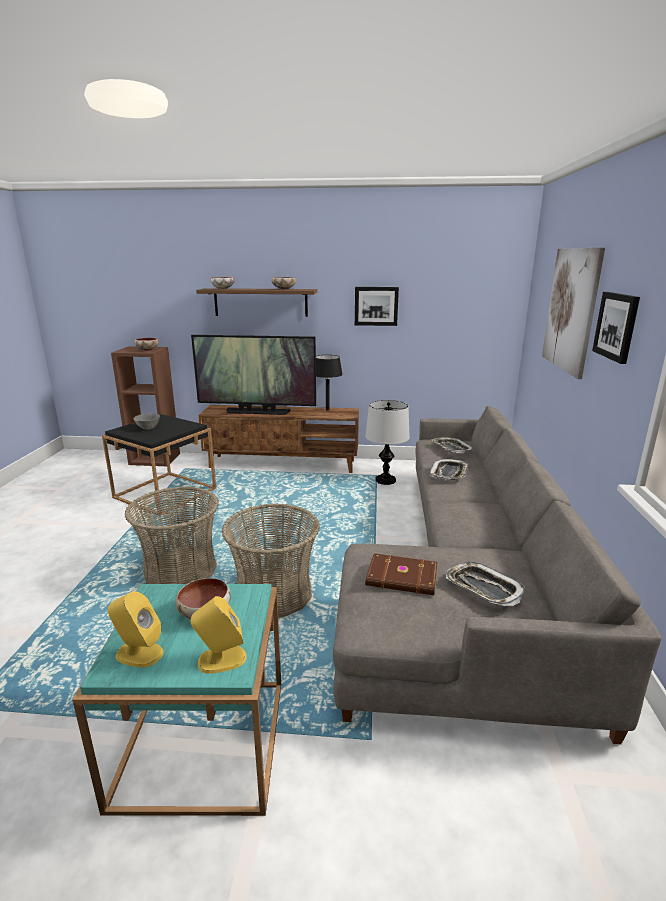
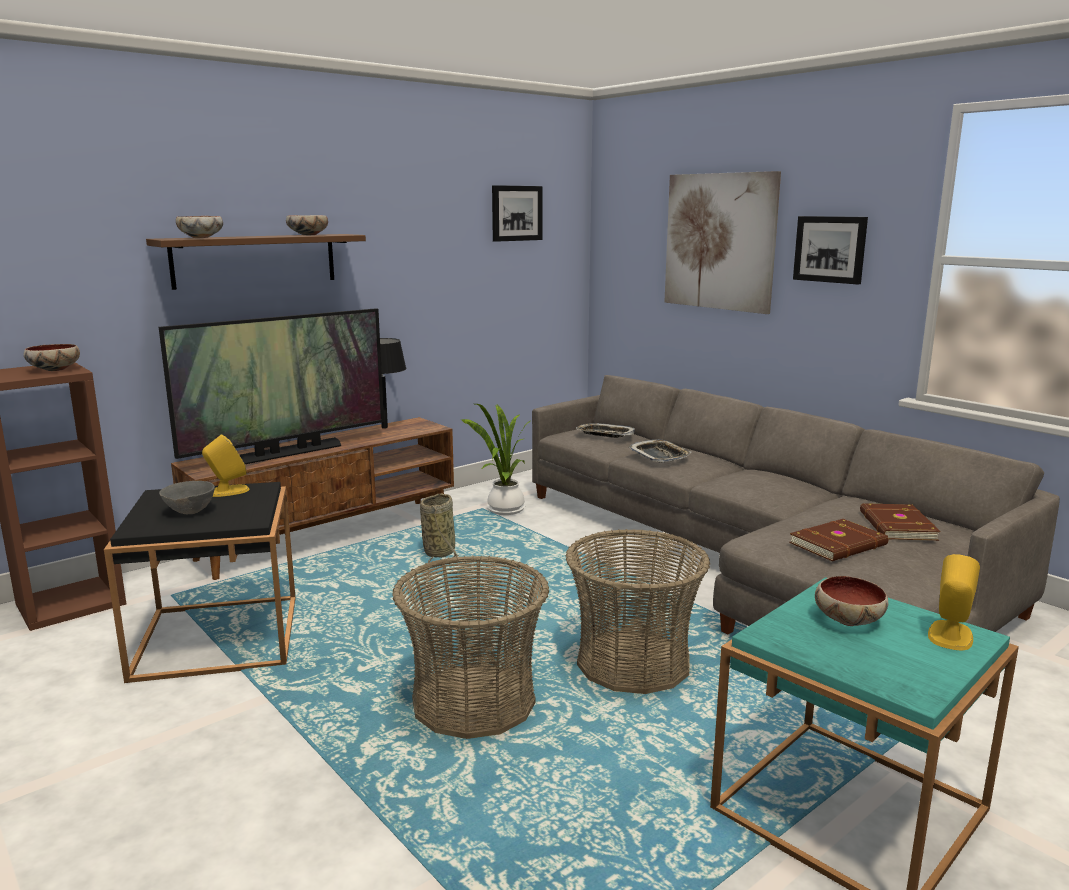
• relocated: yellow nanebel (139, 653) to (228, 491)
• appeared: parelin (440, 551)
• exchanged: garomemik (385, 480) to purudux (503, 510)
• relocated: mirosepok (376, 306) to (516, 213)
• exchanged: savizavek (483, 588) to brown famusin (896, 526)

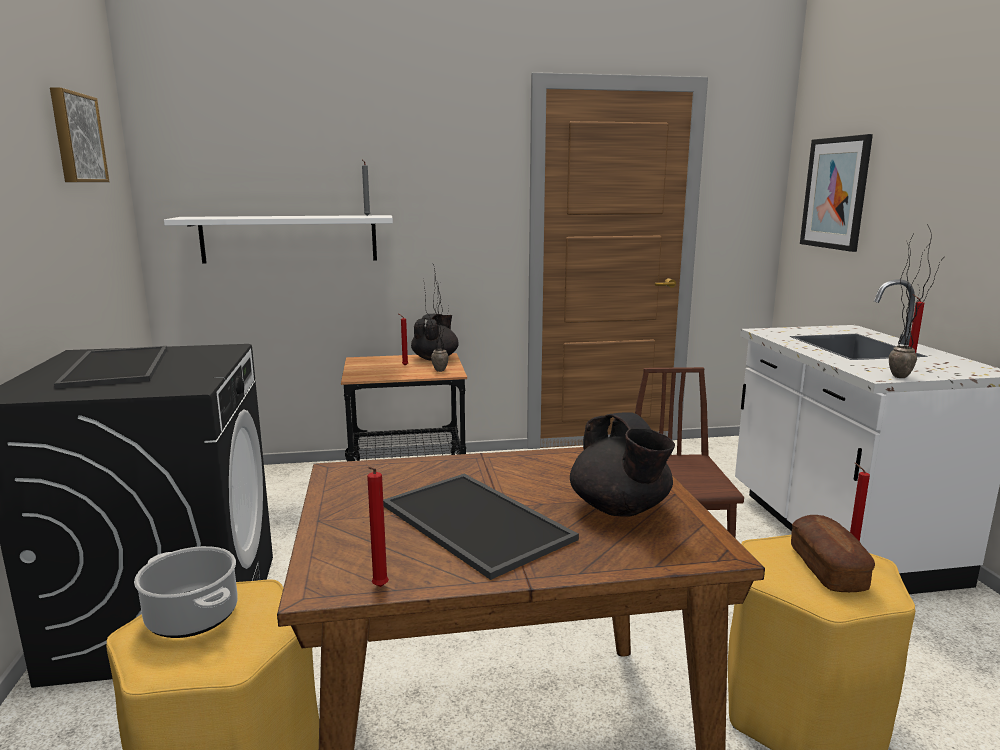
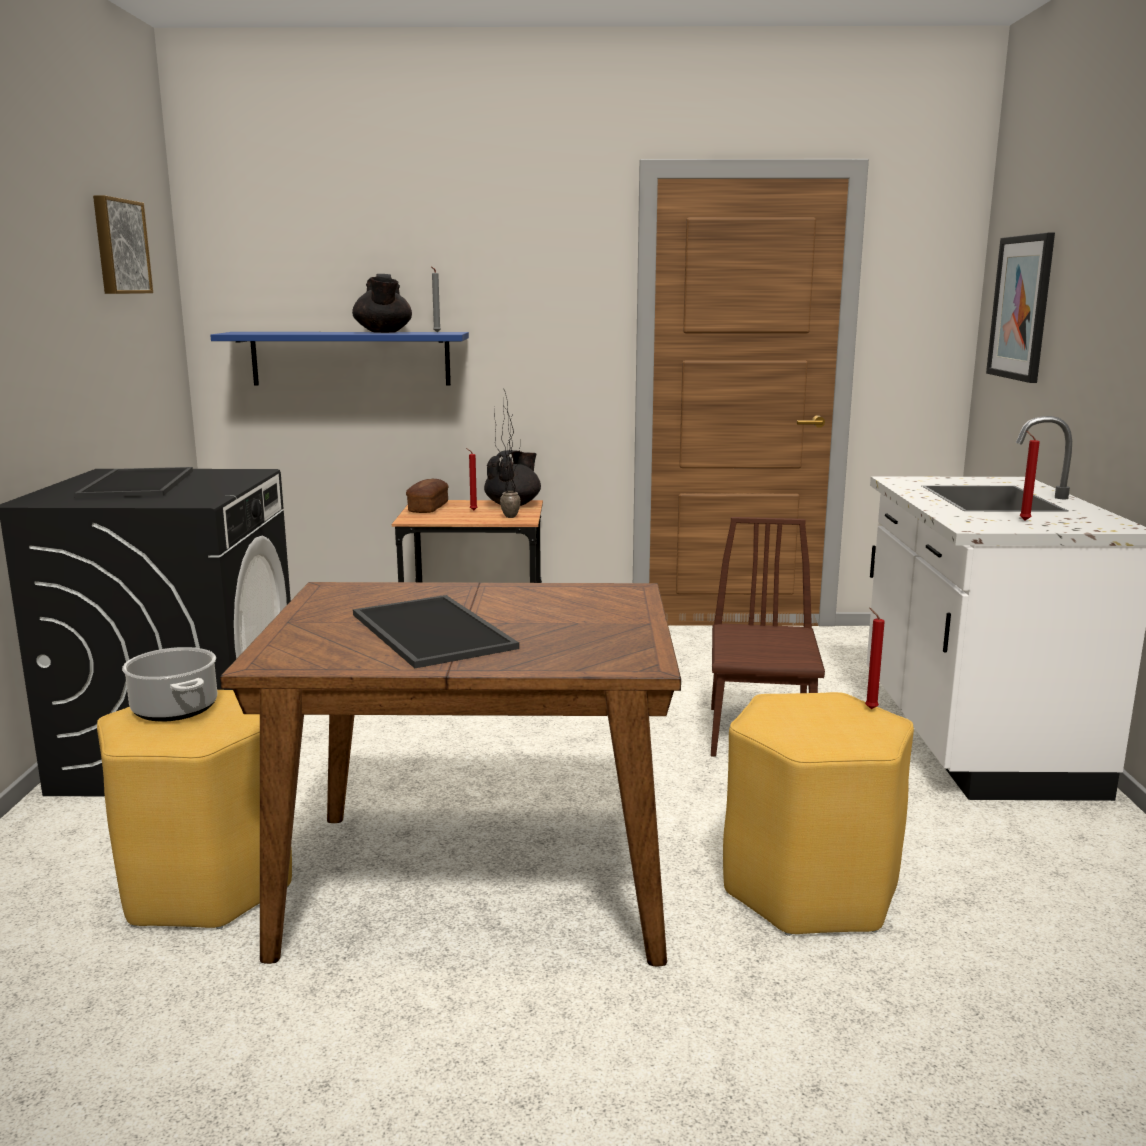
• colour: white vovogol (289, 239) to blue vovogol (351, 358)
• relocated: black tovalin (620, 509) to (383, 332)
• relocated: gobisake (827, 569) to (428, 508)
• missing: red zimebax (379, 588)
• missing: purudux (905, 376)

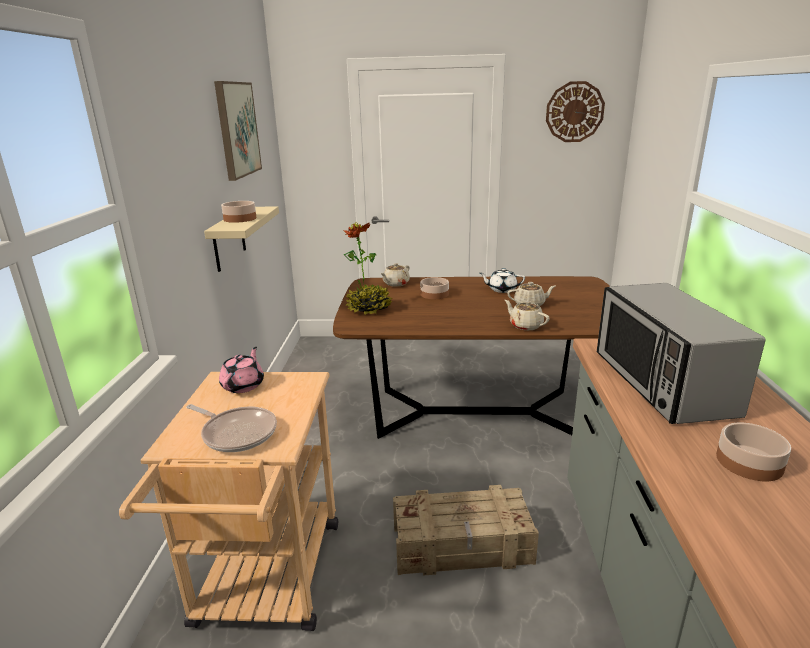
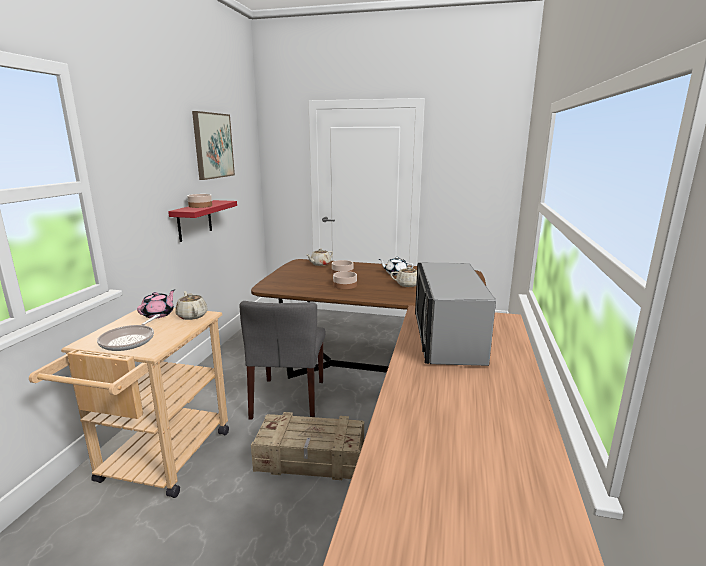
• spun: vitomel (237, 433) = (130, 340) 60 degrees clockwise
• colour: beige vovogol (229, 239) to red vovogol (194, 220)
• relocated: beige tovalin (525, 325) to (192, 315)
• appeared: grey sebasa (289, 399)
• relocated: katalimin (750, 462) to (345, 285)
• missing: purudux (369, 309)
• missing: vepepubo (574, 112)

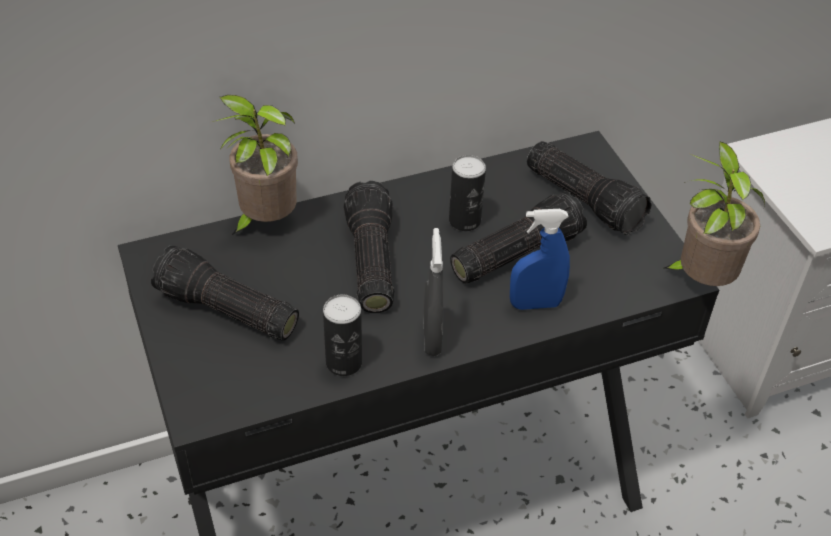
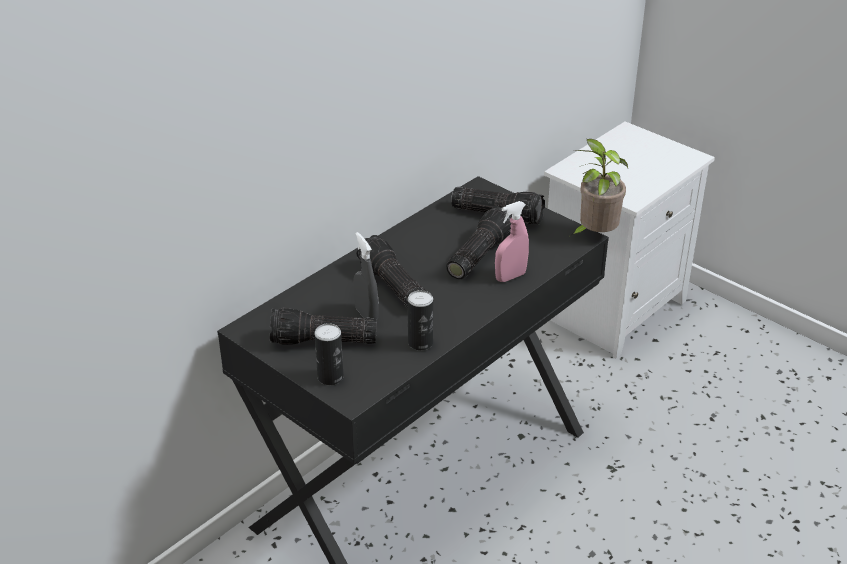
• relocated: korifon (464, 220) to (330, 377)
• relocated: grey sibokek (432, 338) to (366, 315)
• colour: blue sibokek (535, 304) to pink sibokek (510, 277)
• missing: purudux (265, 221)

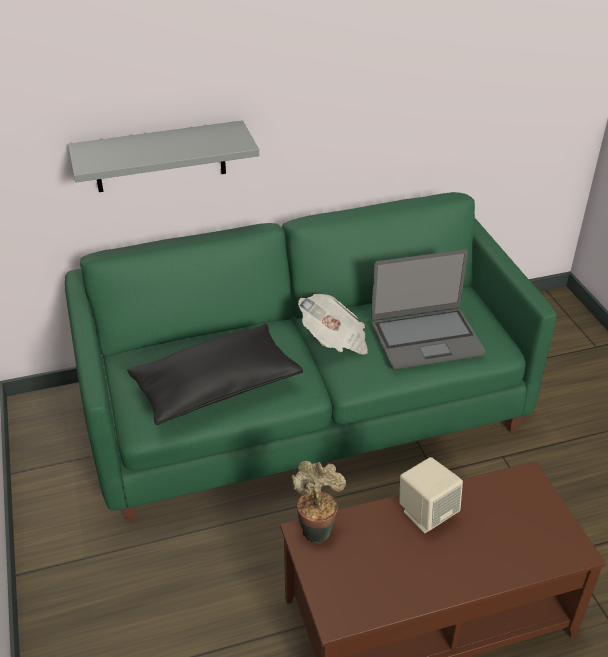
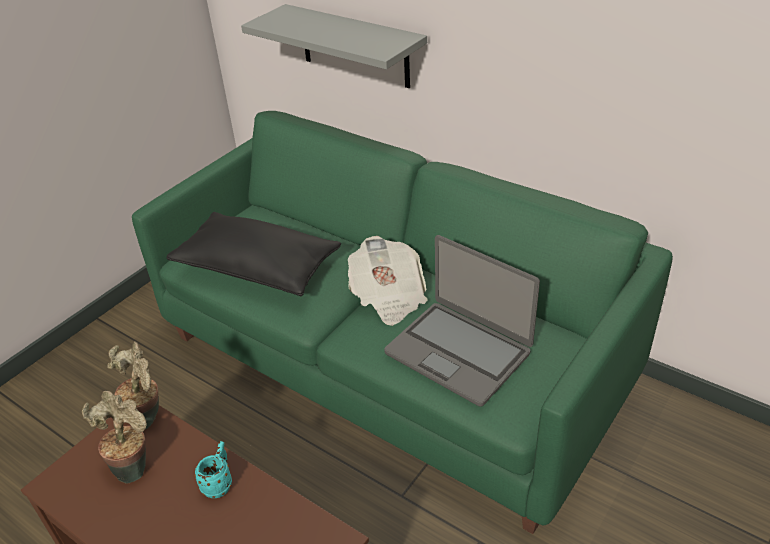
• appeared: purudux (133, 467)
• exchanged: beige nanebel (427, 513) to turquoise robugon (219, 483)

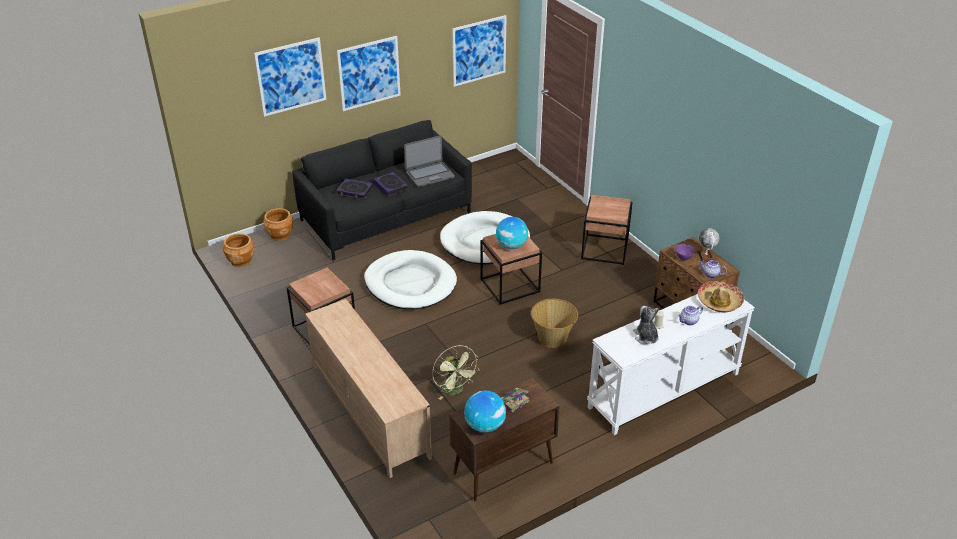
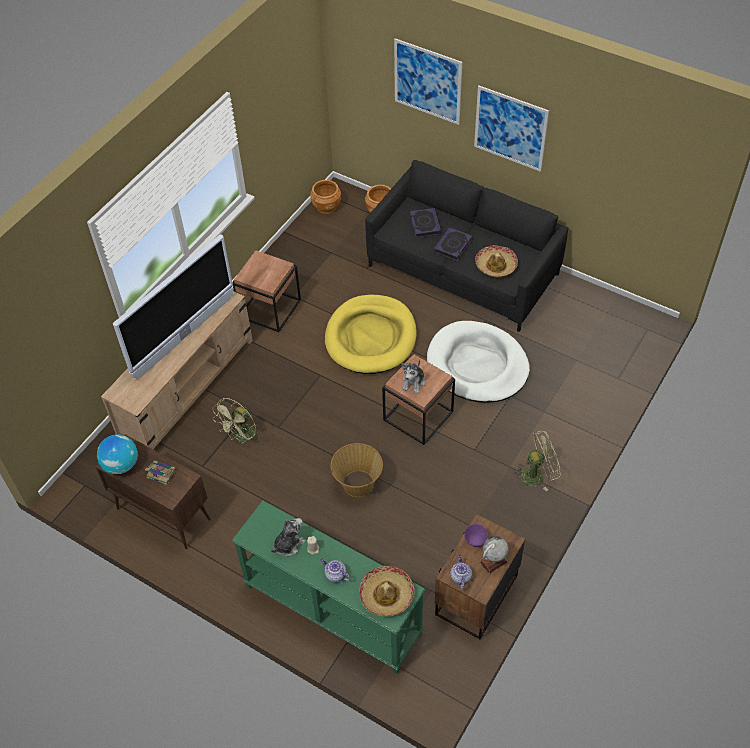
• appeared: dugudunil (184, 336)
• colour: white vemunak (664, 391) to green vemunak (331, 610)
• colour: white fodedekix (410, 283) to yellow fodedekix (371, 337)
• exchanged: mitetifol (511, 246) to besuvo (413, 382)
• exchanged: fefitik (429, 175) to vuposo (496, 265)
• exchanged: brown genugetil (604, 250) to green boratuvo (537, 474)
• missing: mirosepok (479, 50)

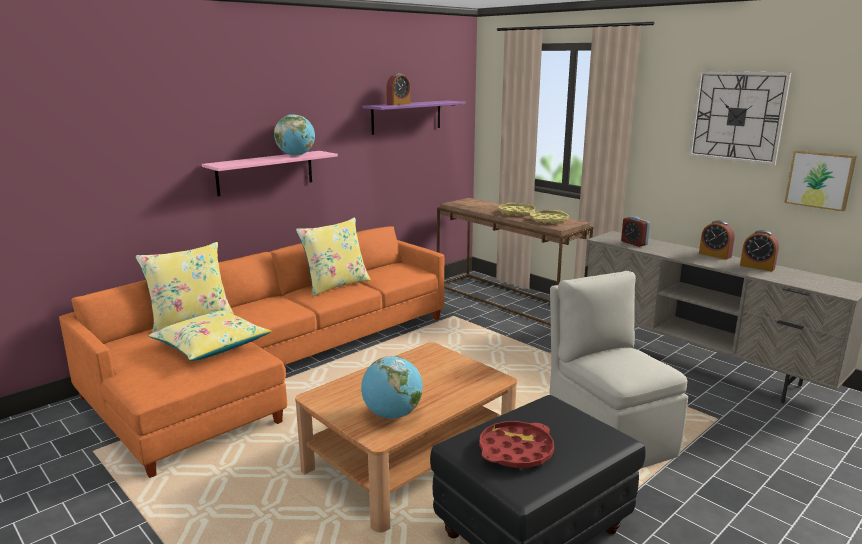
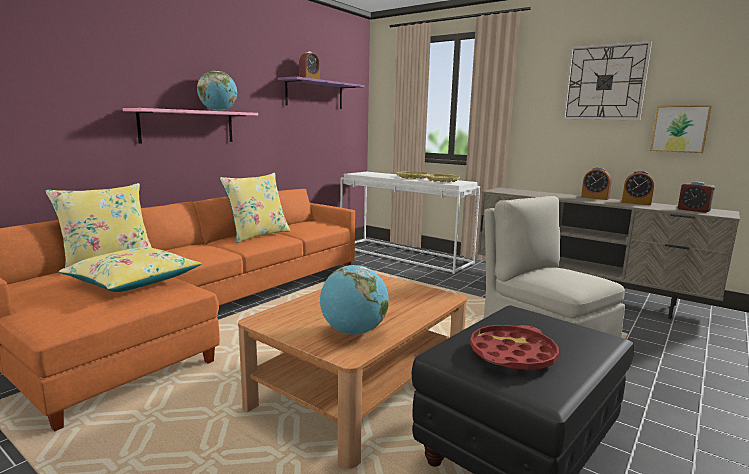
• colour: brown vemunak (508, 300) to white vemunak (405, 255)
• relocated: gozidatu (634, 243) to (693, 210)

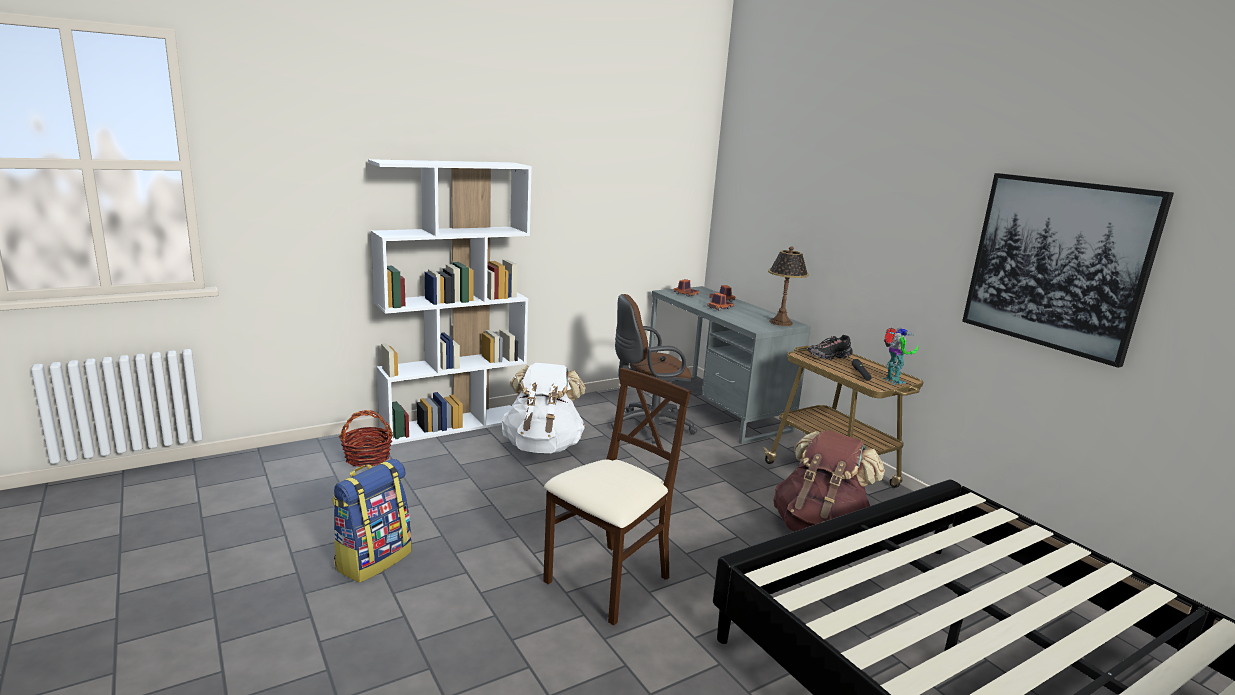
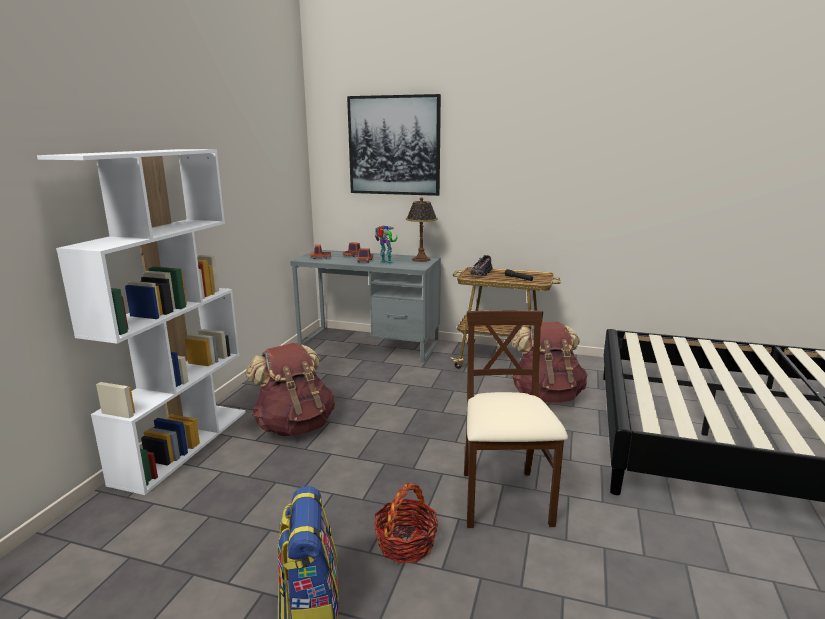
• colour: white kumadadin (543, 446) to brown kumadadin (295, 426)
• relocated: mirosepok (1057, 264) to (394, 145)
• relocated: parelin (367, 458) to (406, 544)
• relocated: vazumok (892, 381) to (386, 263)
• missing: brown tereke (648, 426)

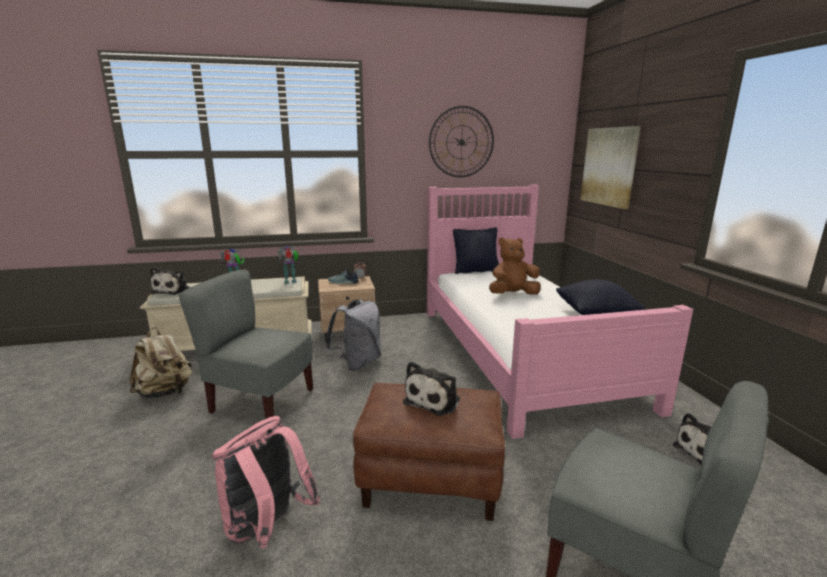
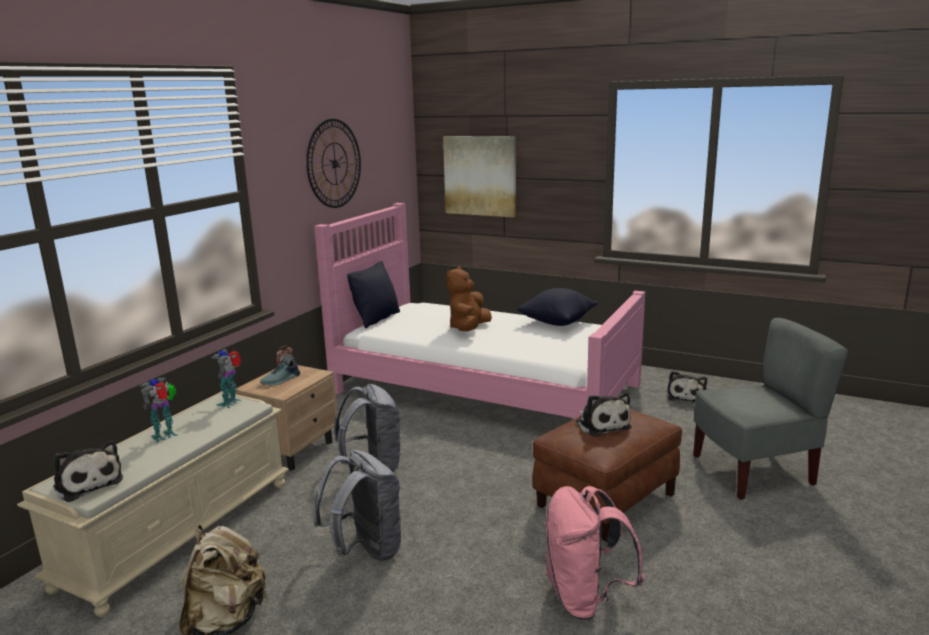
• exchanged: grey sebasa (261, 402) to grey kumadadin (366, 550)

